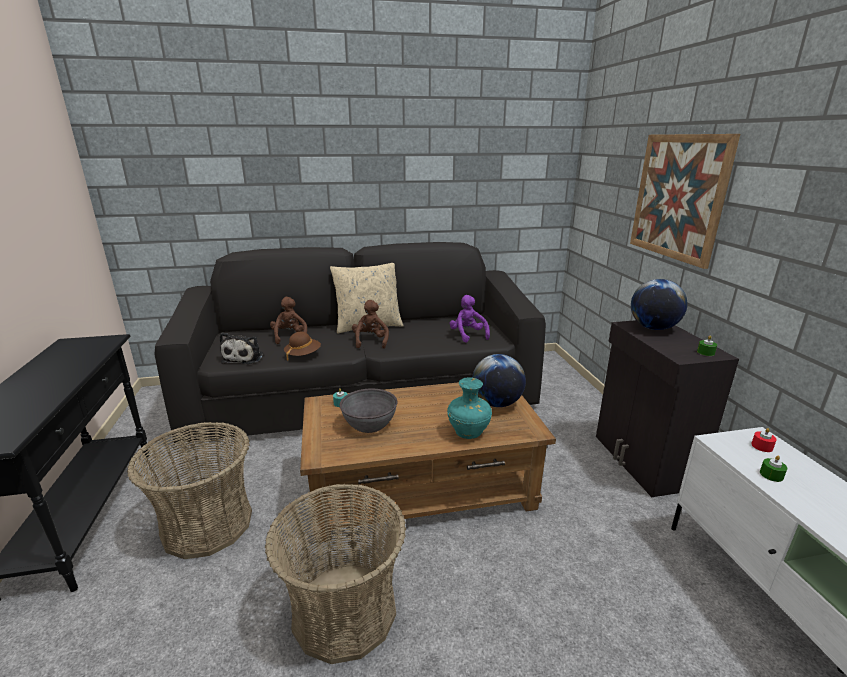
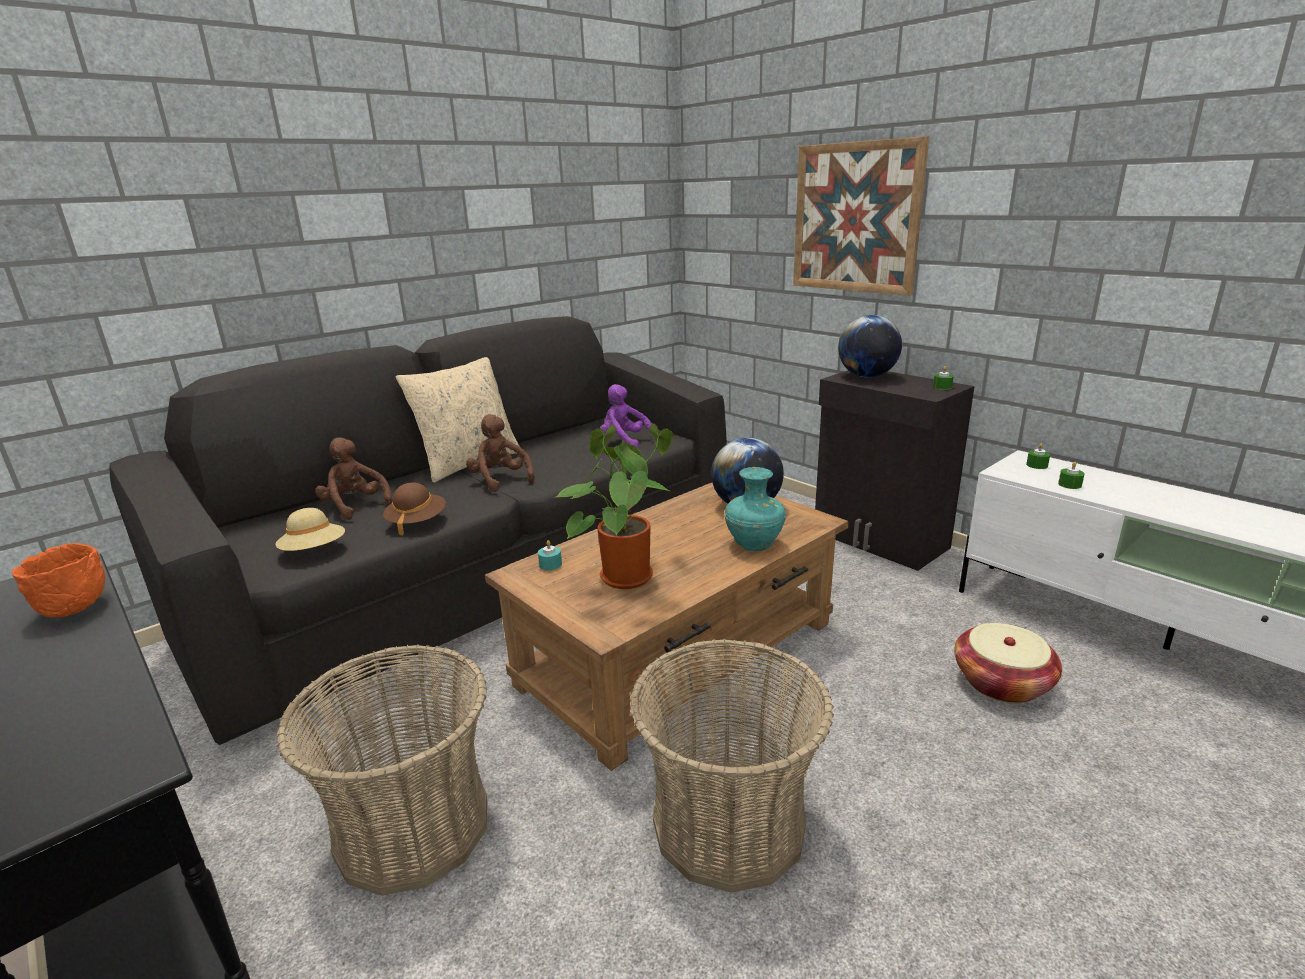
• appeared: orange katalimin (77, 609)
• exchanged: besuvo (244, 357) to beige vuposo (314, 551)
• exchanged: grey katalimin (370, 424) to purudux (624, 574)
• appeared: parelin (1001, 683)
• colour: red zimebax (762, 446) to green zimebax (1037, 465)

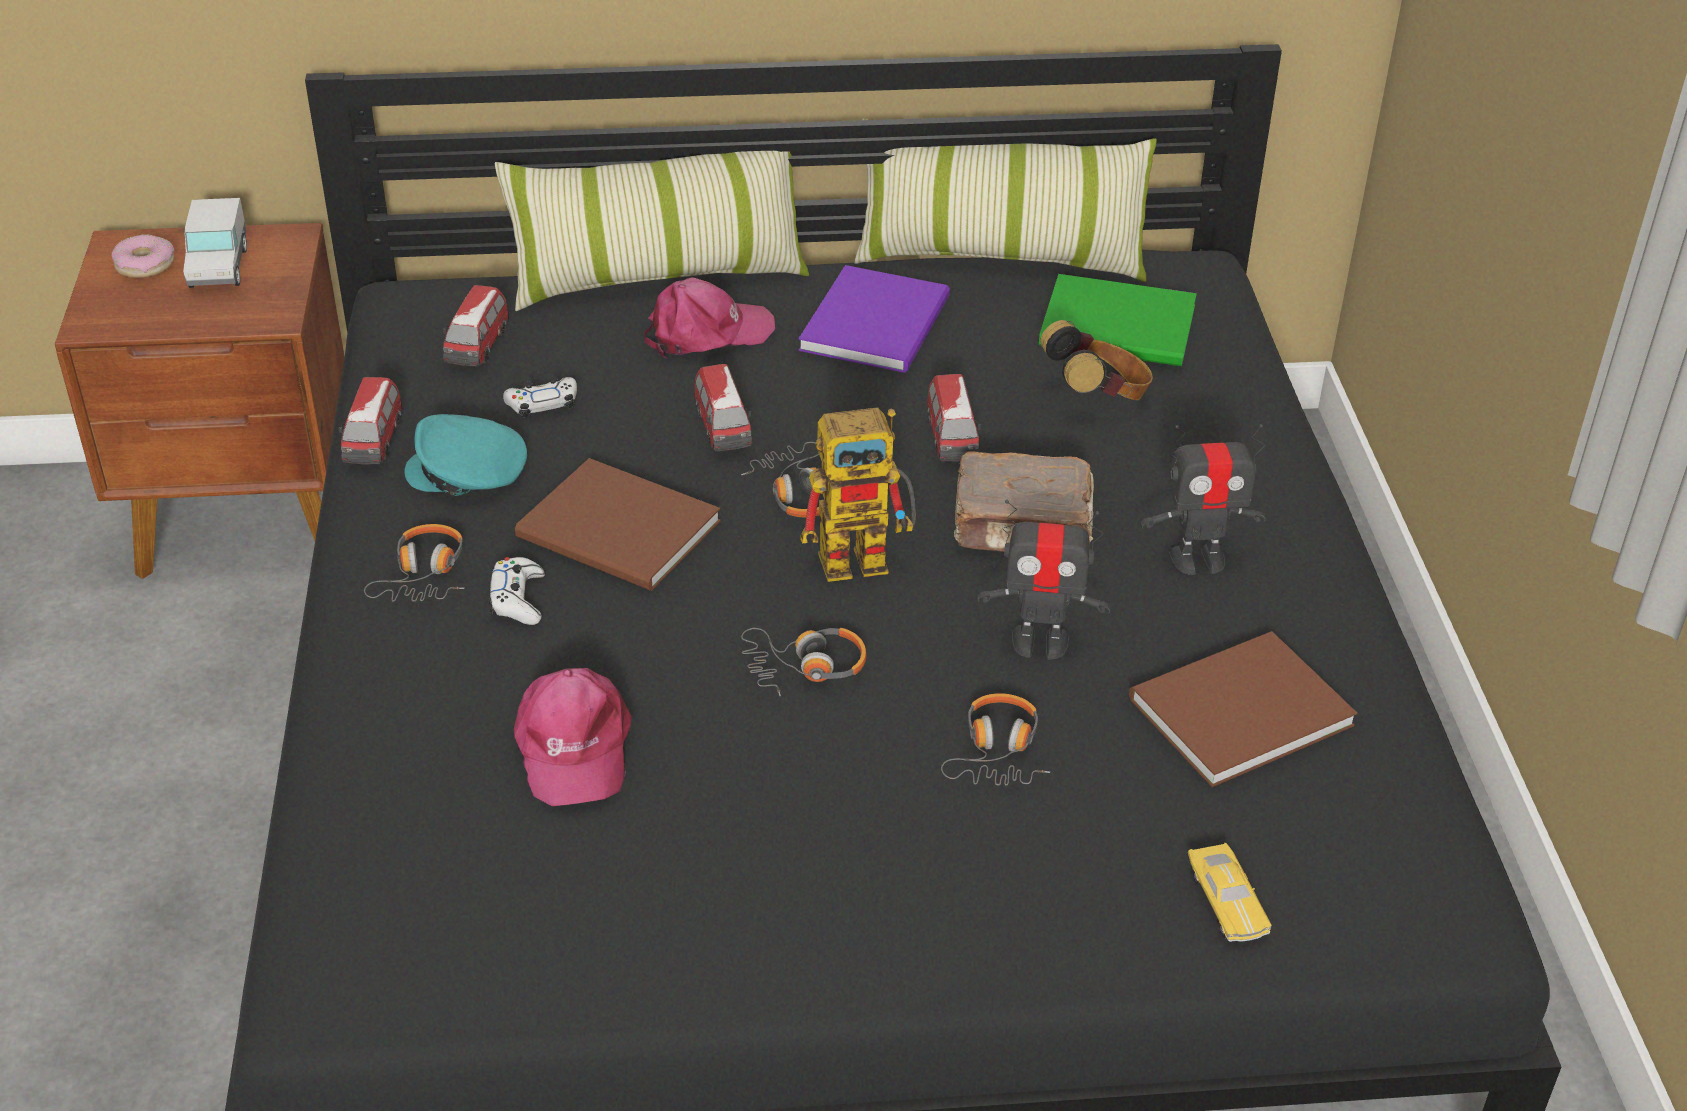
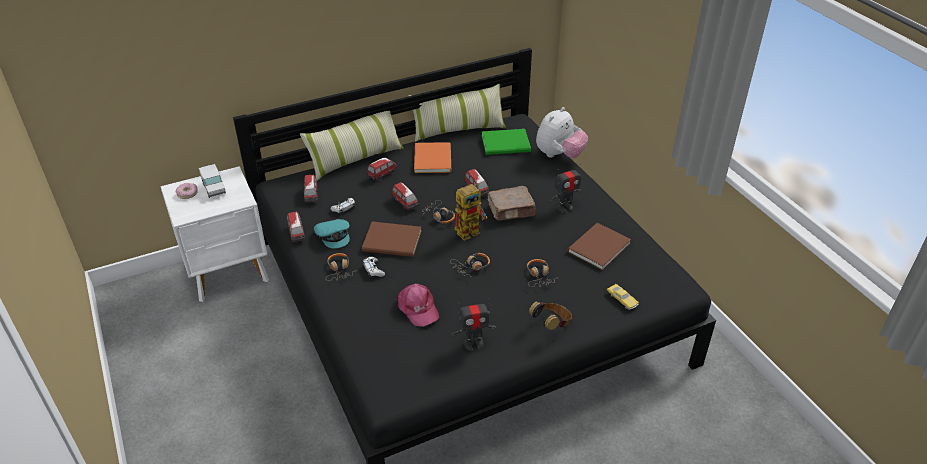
• colour: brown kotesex (251, 520) to white kotesex (229, 273)
• spun: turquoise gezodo (468, 473) = (333, 235) 105 degrees counterclockwise
• exchanged: pink gezodo (706, 333) to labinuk (382, 174)
• colour: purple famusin (880, 322) to orange famusin (434, 158)
• relocated: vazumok (1040, 642) to (473, 343)
• relocated: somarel (1097, 396) to (551, 324)
• appeared: besuvo (559, 155)

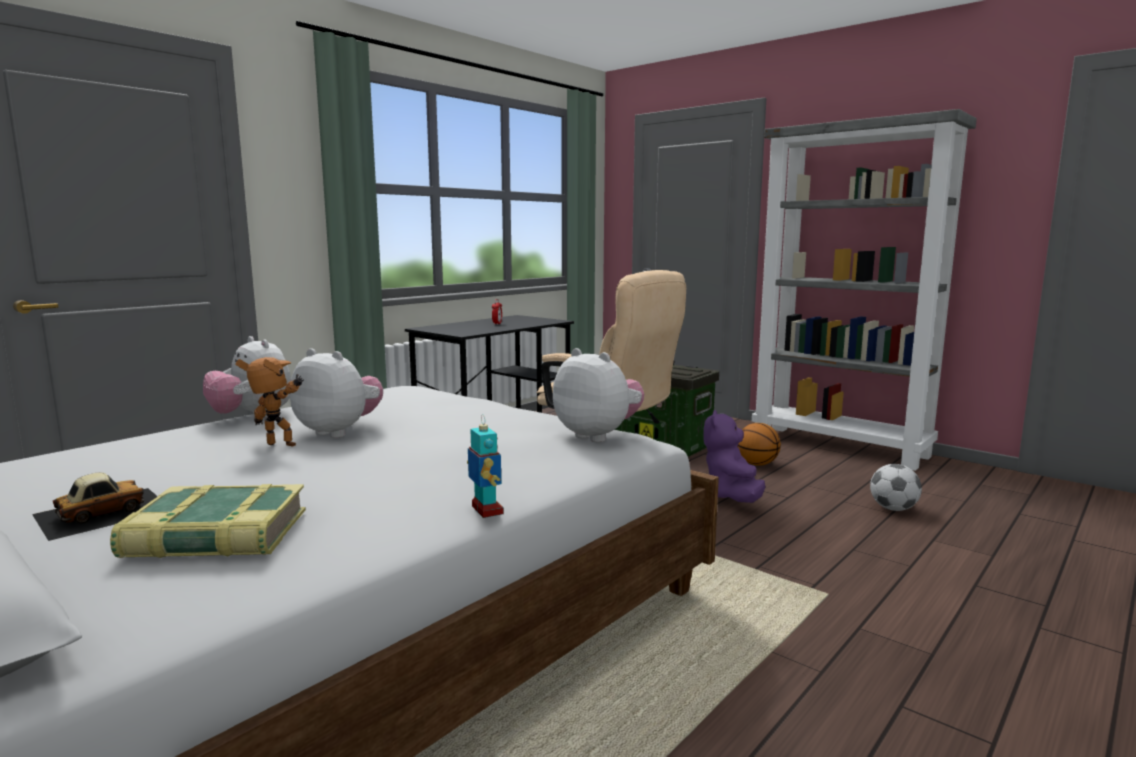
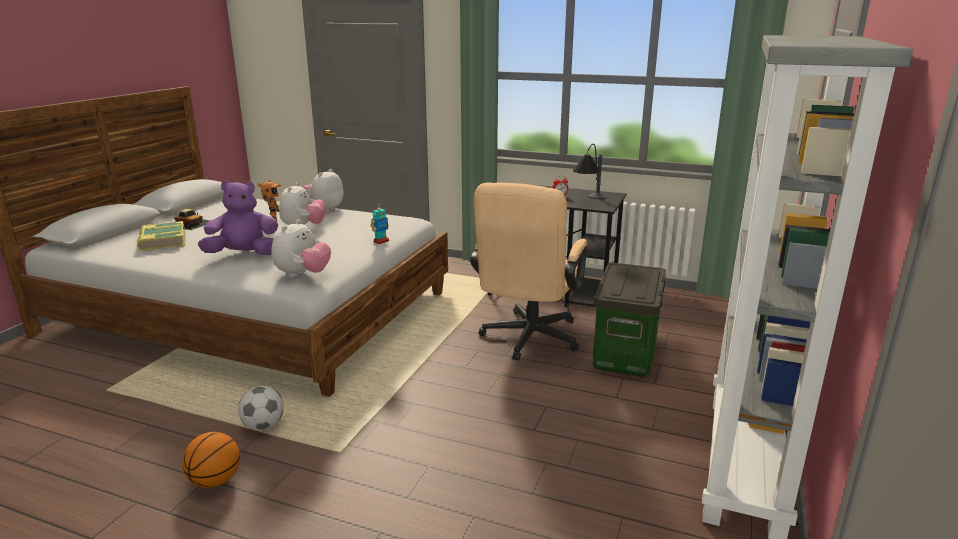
• relocated: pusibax (757, 464) to (215, 481)
• relocated: purple besuvo (731, 497) to (244, 255)
• relocated: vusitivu (893, 509) to (263, 426)
• relocated: vazumok (486, 510) to (381, 241)
• appeared: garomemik (589, 201)

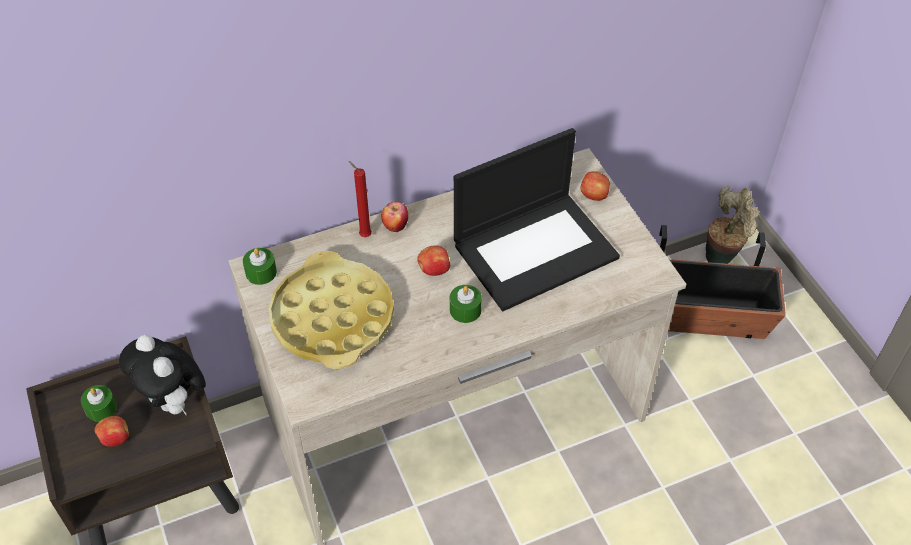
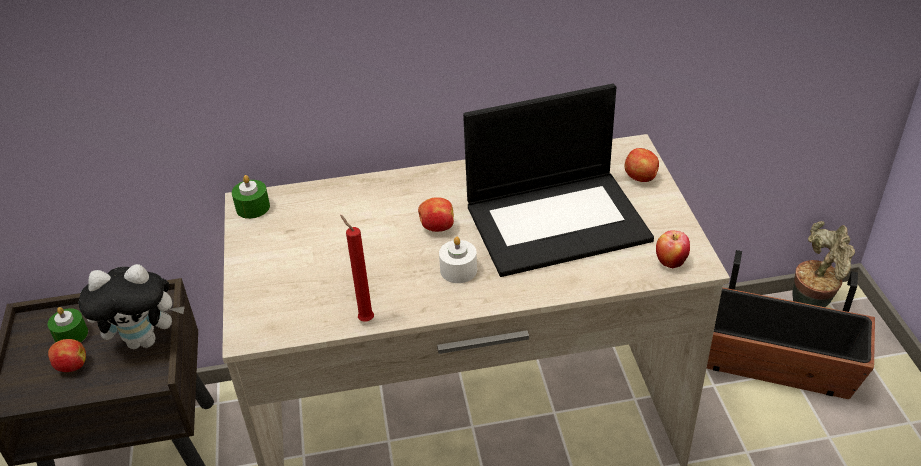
• spun: besuvo (174, 402) = (145, 339) 75 degrees counterclockwise
• relocated: red zimebax (363, 235) to (364, 319)
• colour: green zimebax (465, 310) to white zimebax (458, 270)
• relocated: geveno (395, 226) to (670, 262)
• missing: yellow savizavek (333, 318)

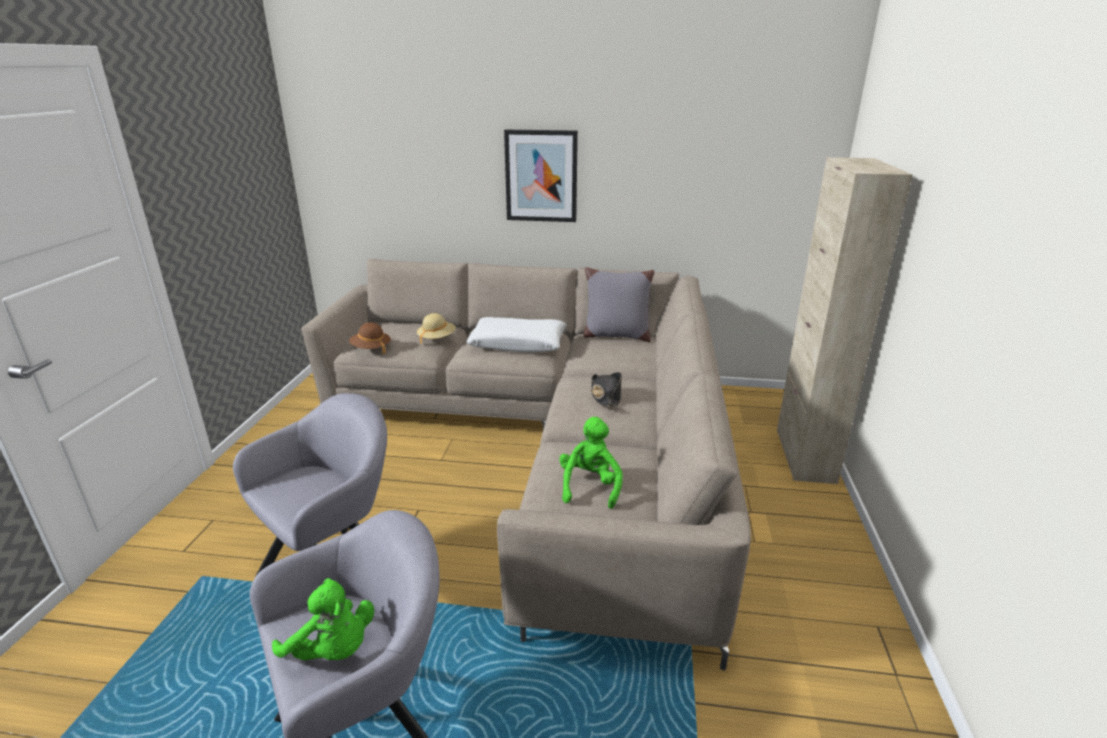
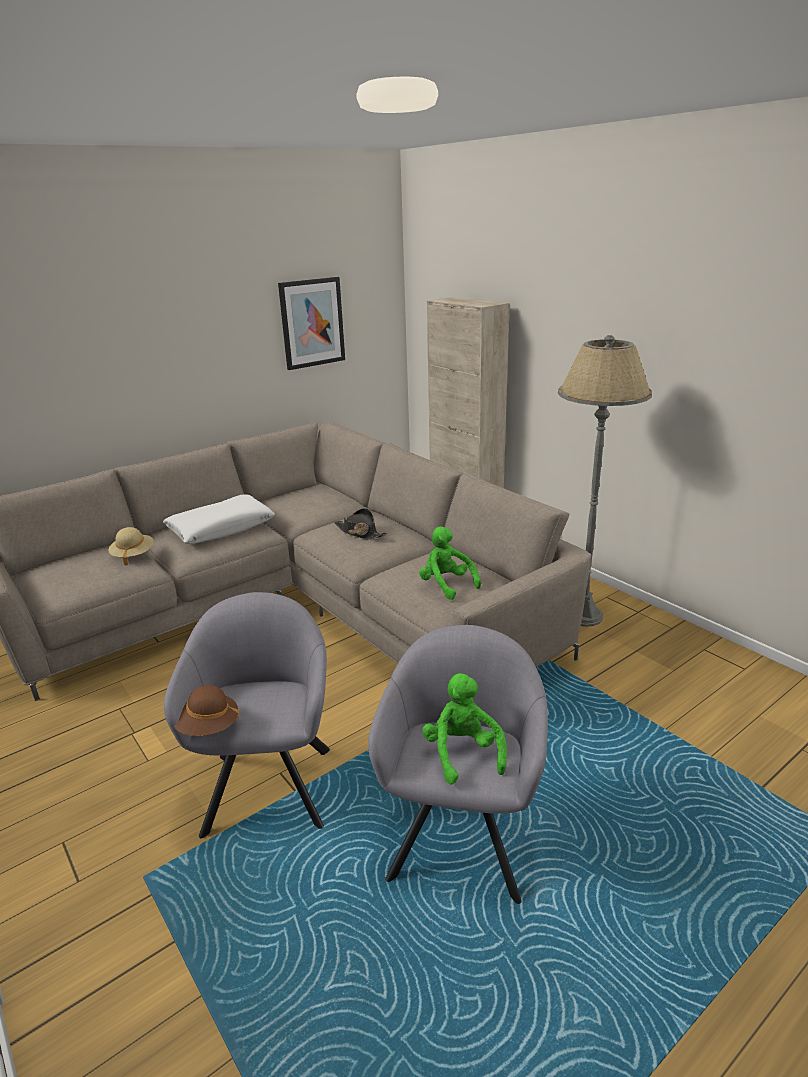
• relocated: brown vuposo (371, 349) to (208, 727)
• relocated: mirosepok (541, 176) to (312, 323)
• spun: green besuvo (333, 651) = (463, 753) 90 degrees counterclockwise
• appeared: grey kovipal (583, 616)
• missing: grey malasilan (616, 335)

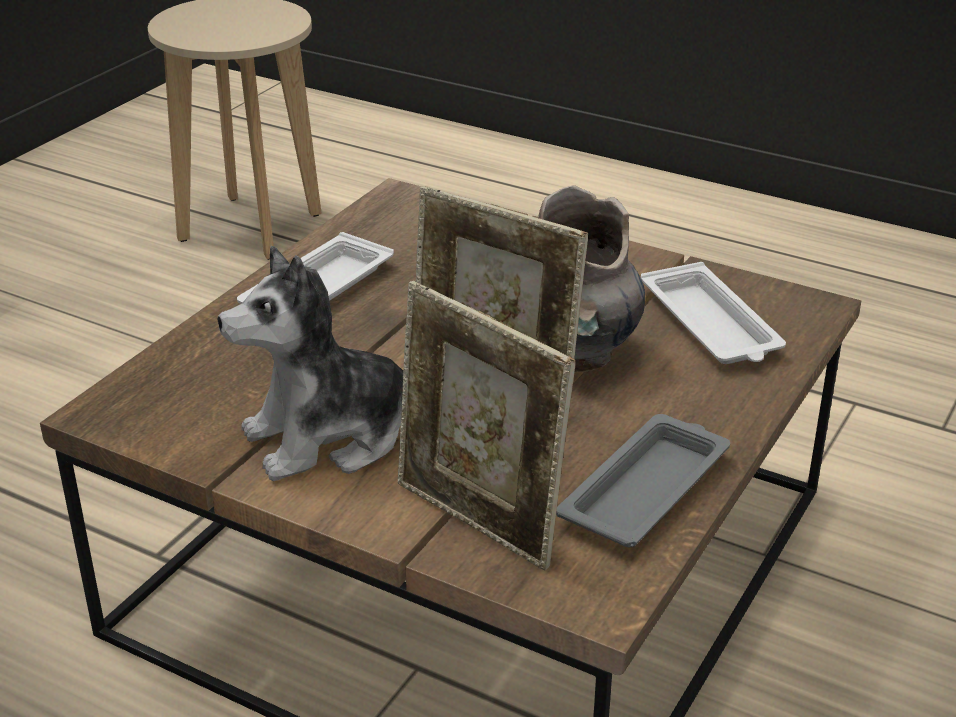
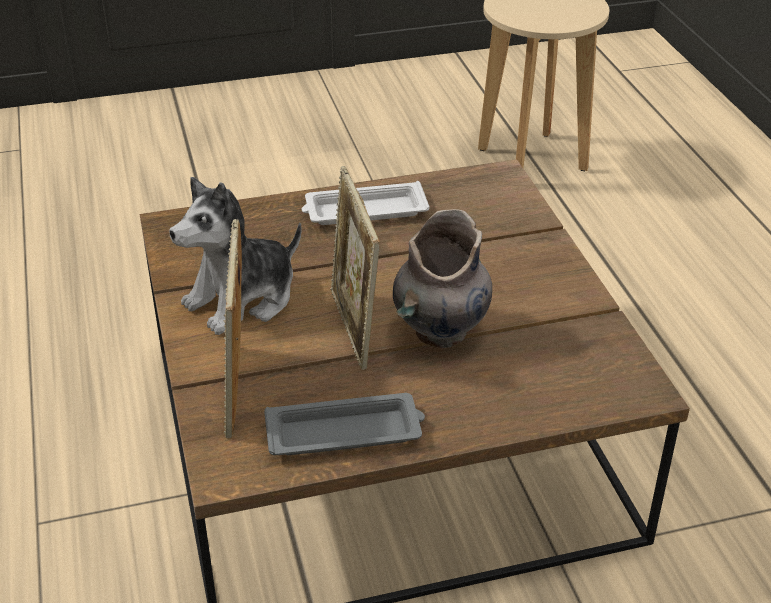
• spun: besuvo (329, 437) = (242, 300) 60 degrees counterclockwise
• missing: white savizavek (711, 325)

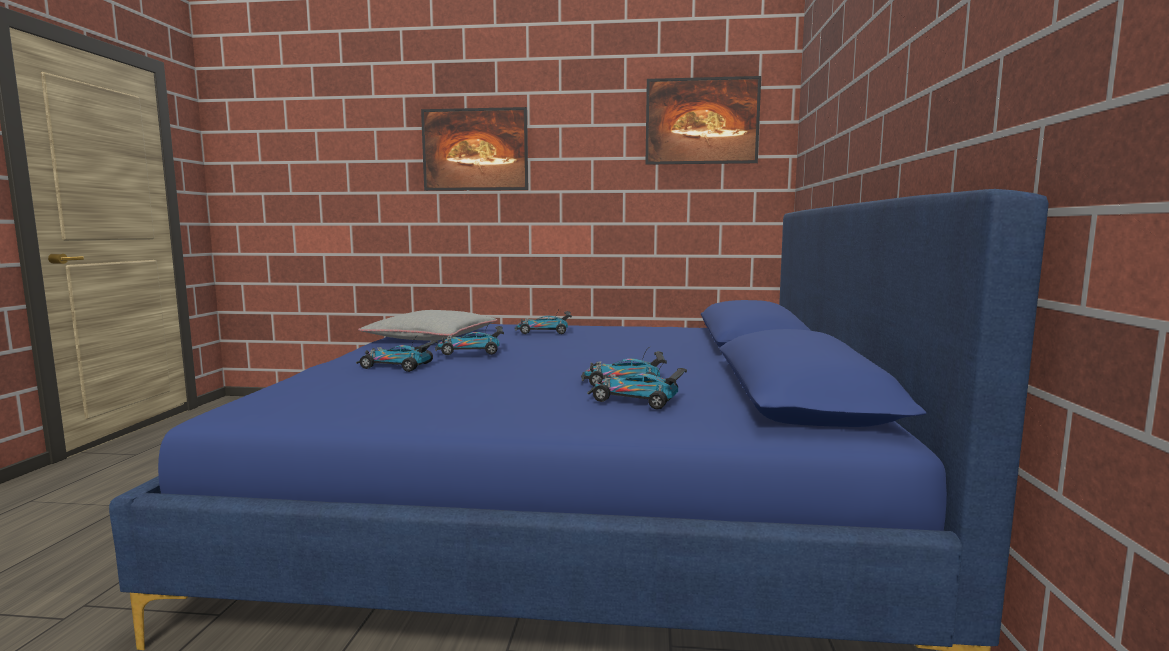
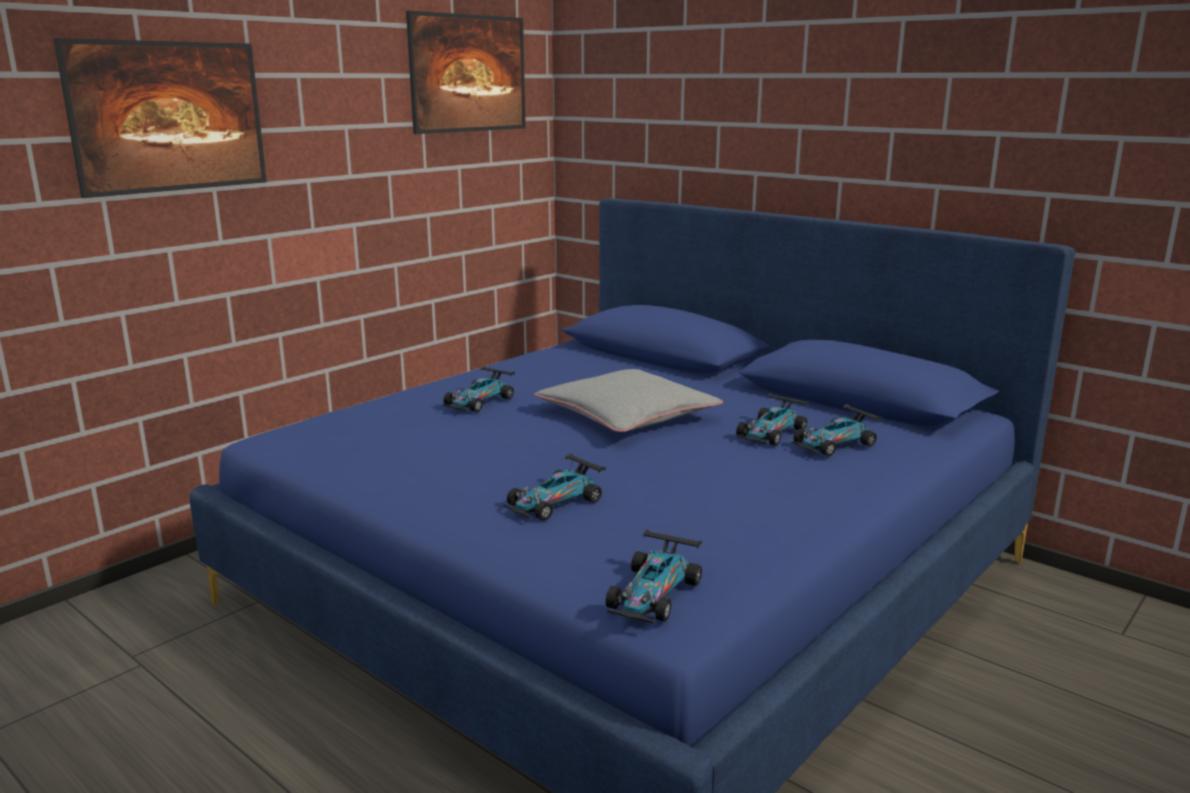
• relocated: grey malasilan (432, 337) to (627, 414)
• relocated: labinuk (471, 351) to (653, 593)

